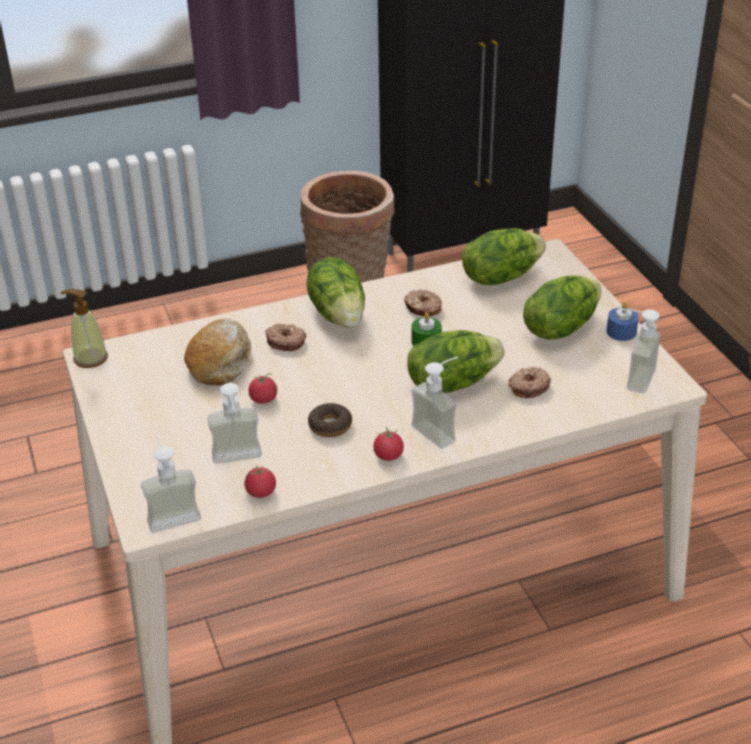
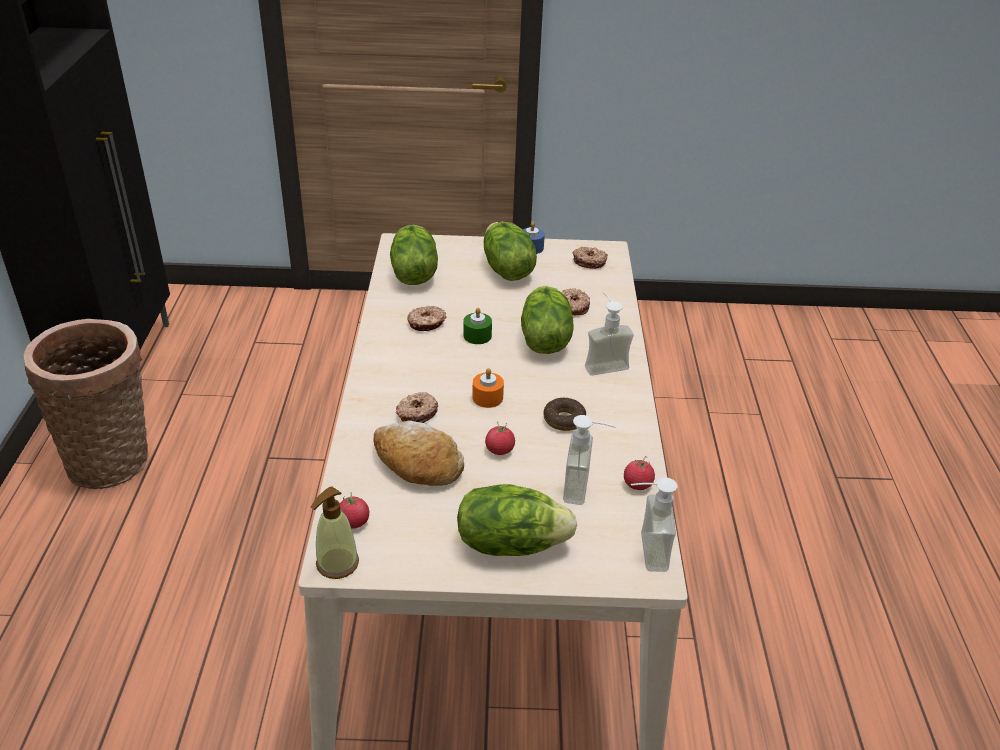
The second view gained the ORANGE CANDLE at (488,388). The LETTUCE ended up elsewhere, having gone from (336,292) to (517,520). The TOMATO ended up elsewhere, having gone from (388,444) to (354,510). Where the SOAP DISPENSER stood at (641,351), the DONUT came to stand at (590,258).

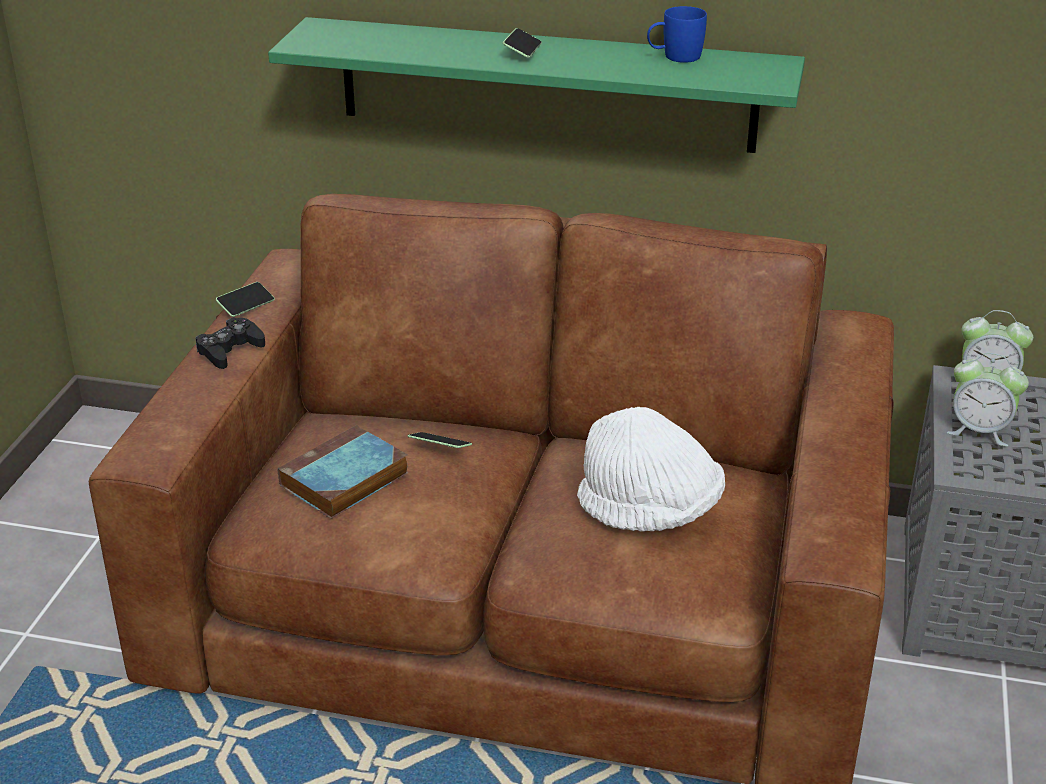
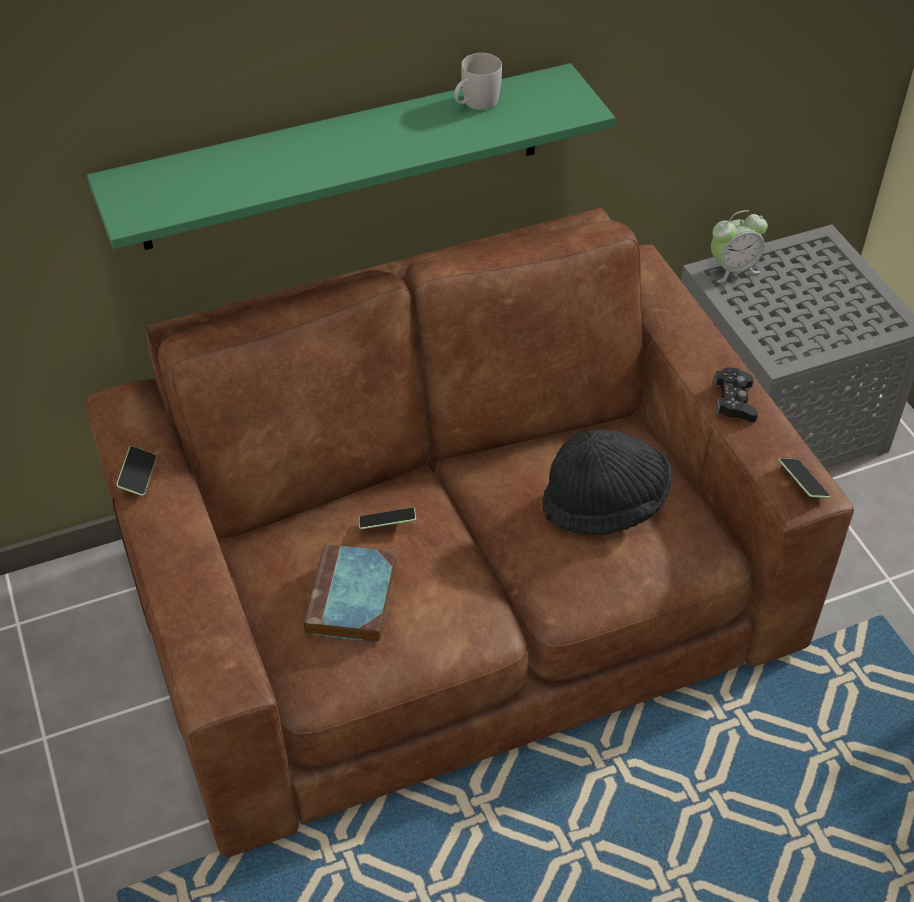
The second view lost the ALARM CLOCK at (988,400). The BLACK GAME CONTROLLER ended up elsewhere, having gone from (230,343) to (735,394). The PHONE ended up elsewhere, having gone from (522,43) to (804,478). What was the WHITE HAT at (651,469) turned into the BLACK HAT at (607,482). What was the BLUE MUG at (677,34) turned into the WHITE MUG at (478,81).

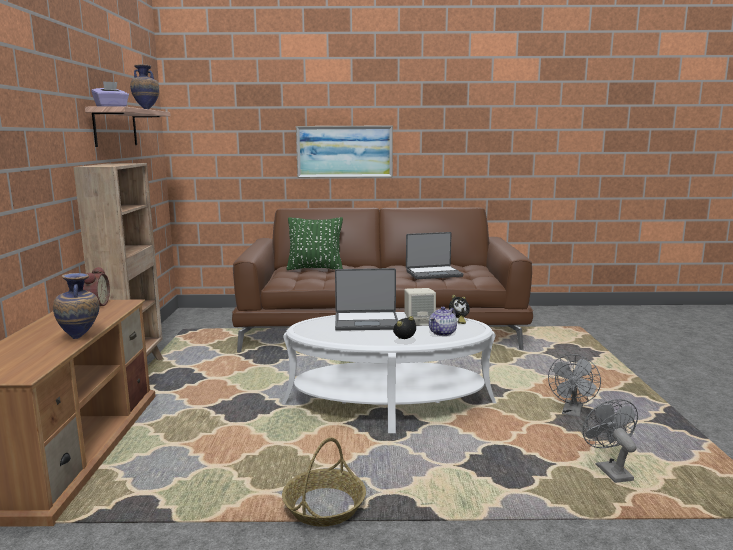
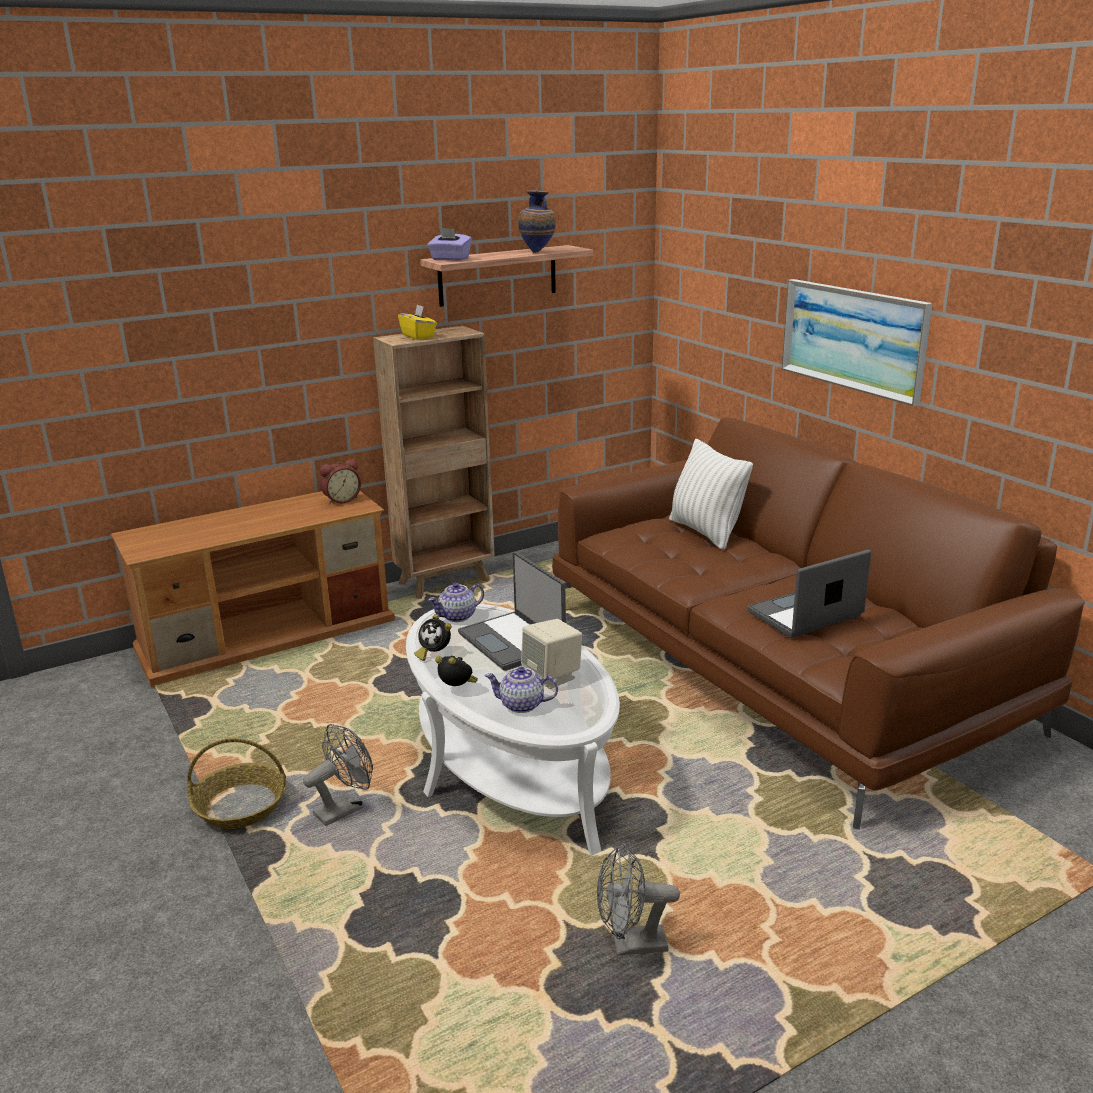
The second view lost the VASE at (76,306). The second view gained the YELLOW TISSUE BOX at (417,322). The second view gained the TEAPOT at (456,602). The ALARM CLOCK ended up elsewhere, having gone from (459,309) to (433,637). The GREY FAN ended up elsewhere, having gone from (610,441) to (338,775). What was the GREEN PILLOW at (315,243) turned into the WHITE PILLOW at (711,494). The LAPTOP at (434,255) ended up facing another way, 105 degrees clockwise from before.

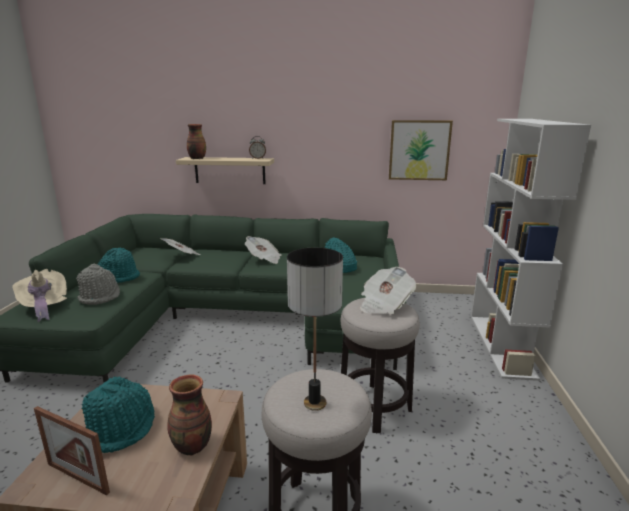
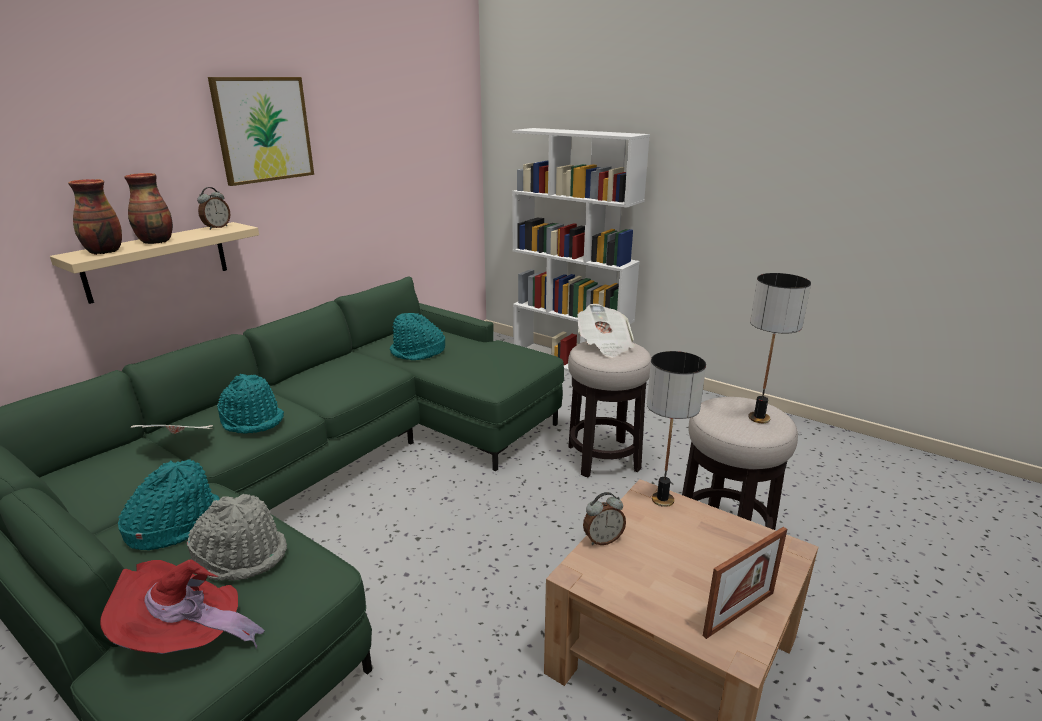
The second view lost the NEWSPAPER at (263,250). The second view gained the ALARM CLOCK at (604,518). The second view gained the TABLE LAMP at (676,429). The TURQUOISE HAT ended up elsewhere, having gone from (118,415) to (250,404). The VASE ended up elsewhere, having gone from (189,415) to (148,208). The PICTURE ended up elsewhere, having gone from (421,150) to (261,131). What was the BEIGE HAT at (39,295) turned into the RED HAT at (182,606).

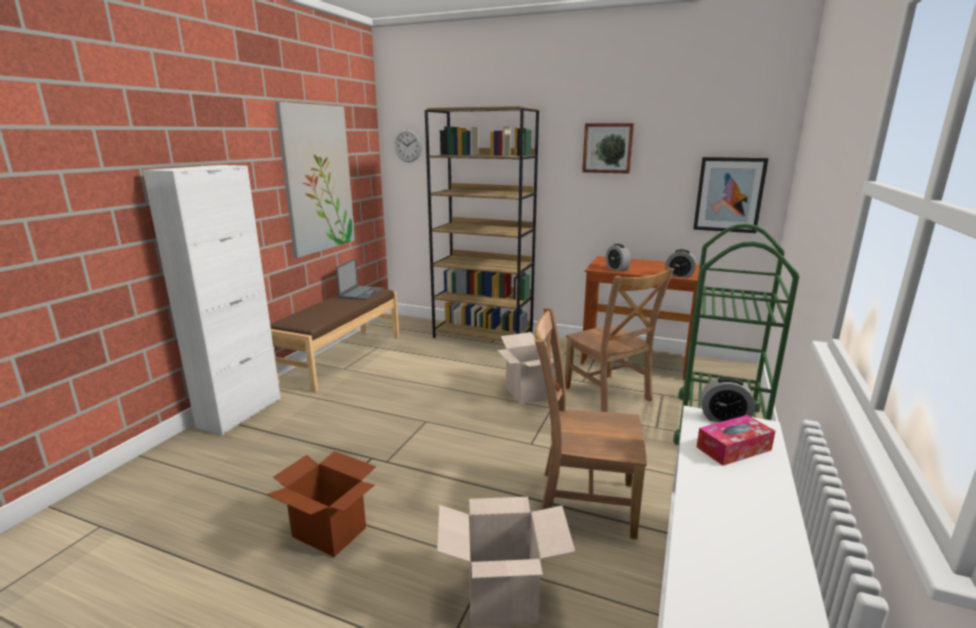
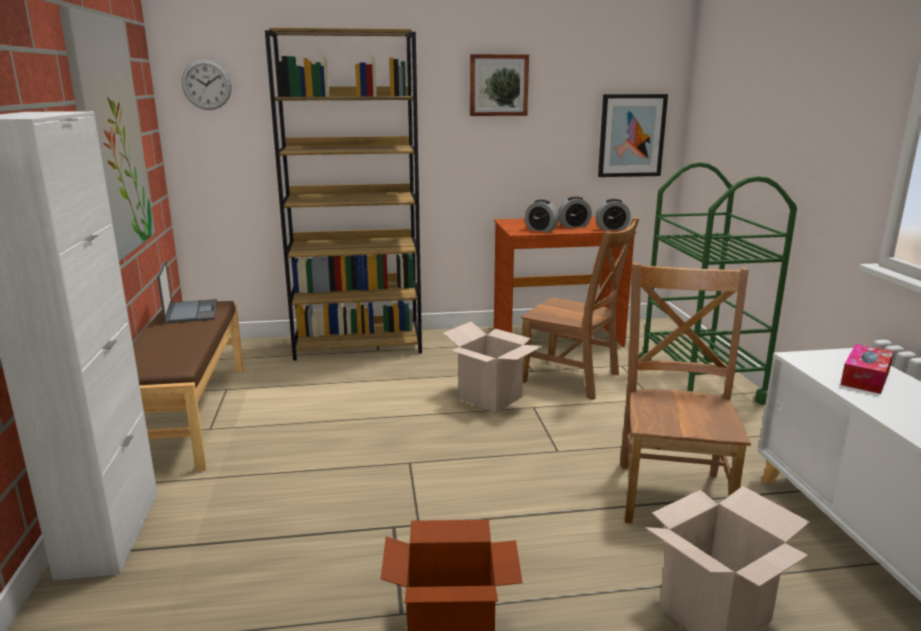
The ALARM CLOCK ended up elsewhere, having gone from (728,399) to (575,212). The BROWN CHAIR at (590,423) ended up facing another way, 120 degrees clockwise from before.

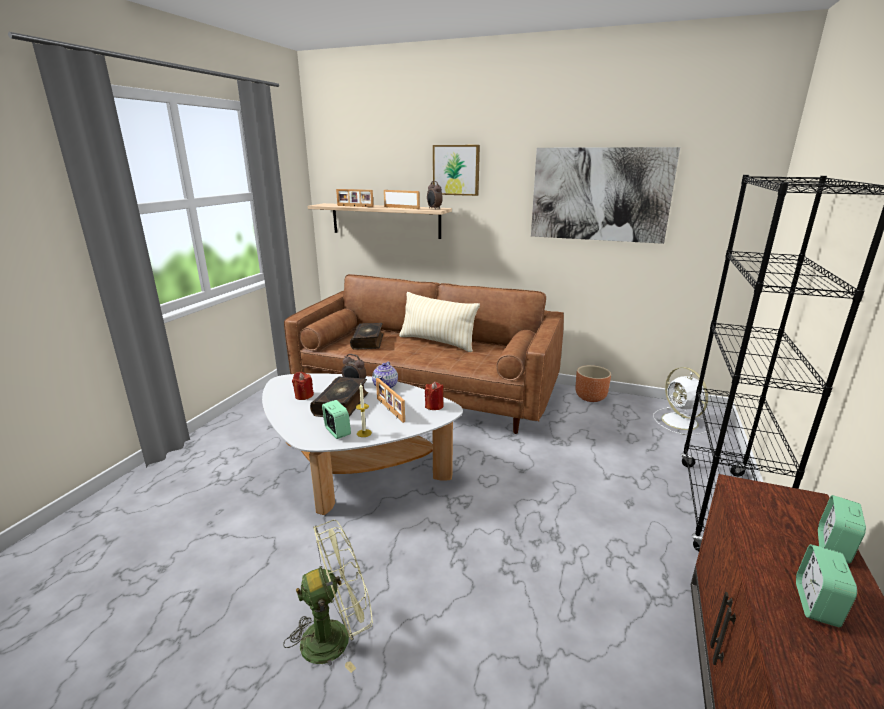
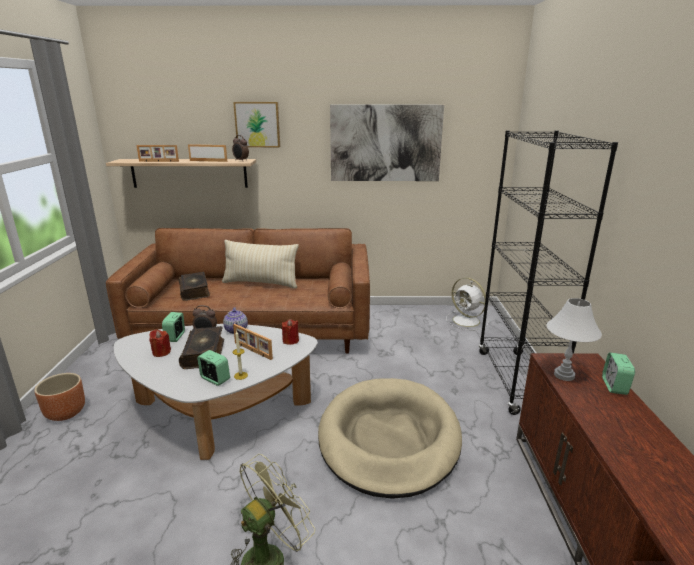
The second view gained the BEIGE DOG BED at (390,438). The second view gained the WHITE TABLE LAMP at (574,339). The BROWN PLANTER ended up elsewhere, having gone from (593,383) to (59,397). The ALARM CLOCK ended up elsewhere, having gone from (826,585) to (173,327).

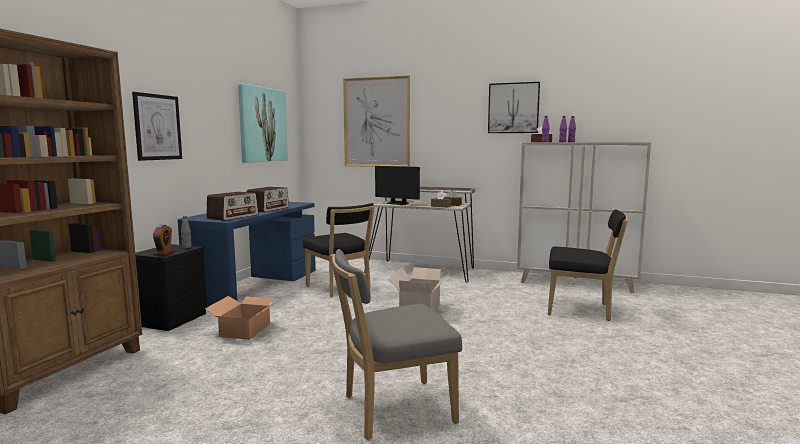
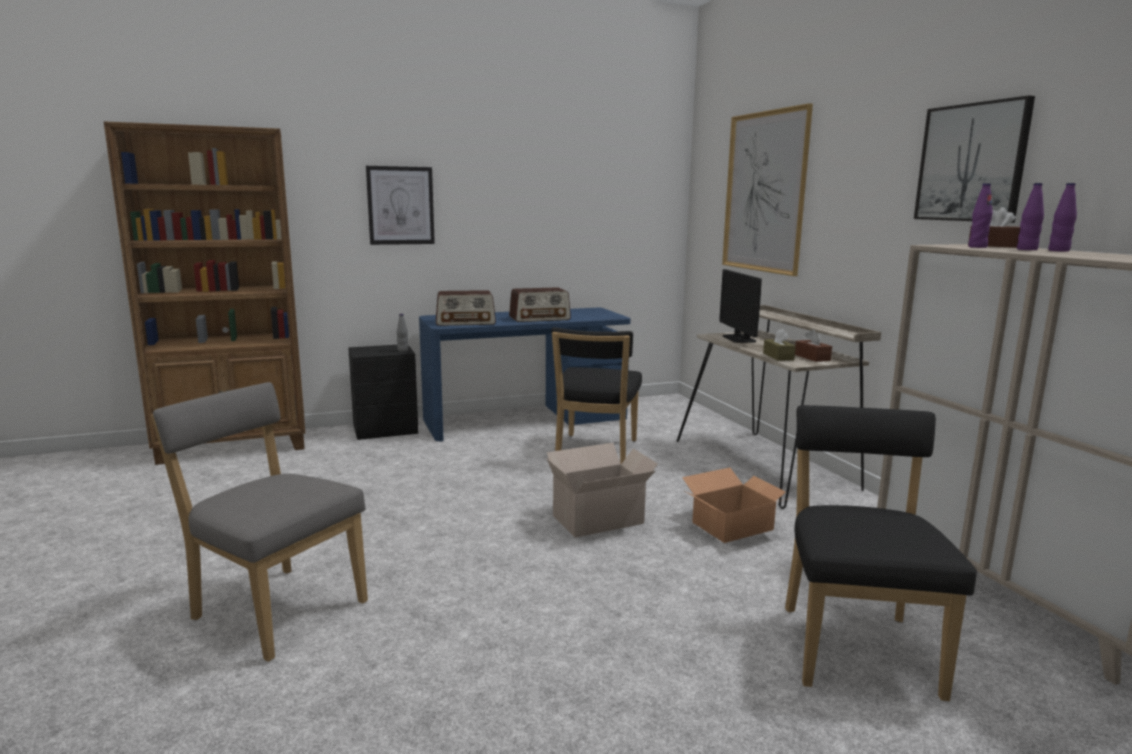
The second view lost the ALARM CLOCK at (164,240). The second view lost the PICTURE at (263,123). The CARDBOARD BOX ended up elsewhere, having gone from (243,318) to (736,505). The BLACK CHAIR at (588,265) ended up facing another way, 150 degrees counterclockwise from before.

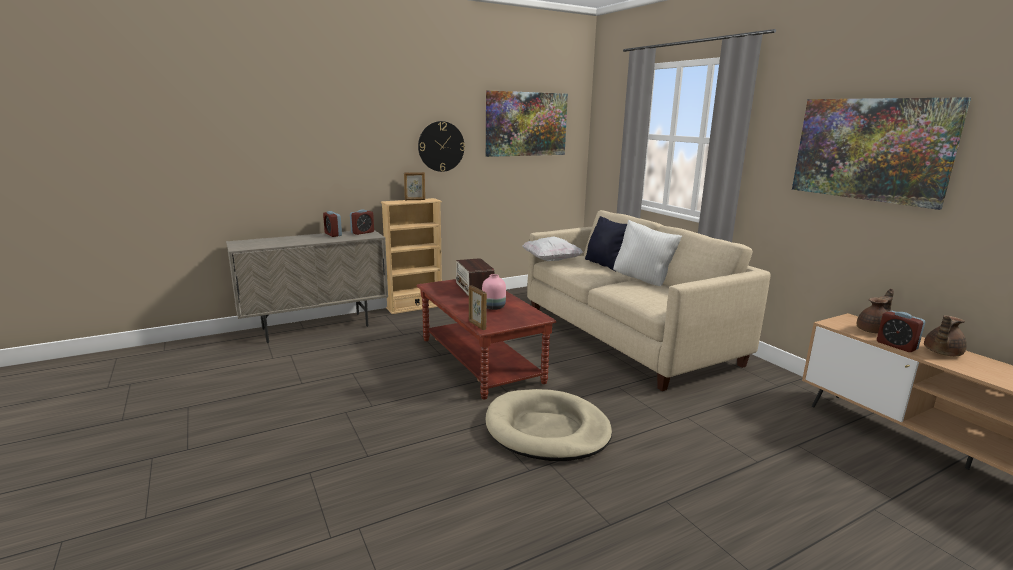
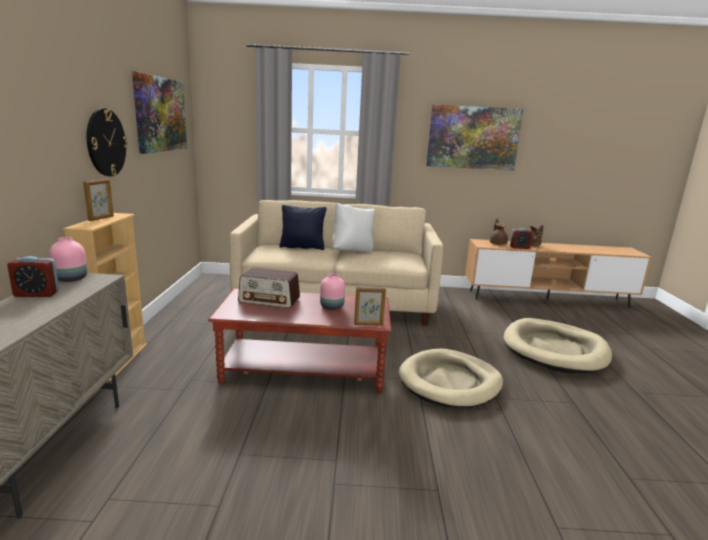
The second view lost the WHITE PILLOW at (552,248). The second view gained the BEIGE DOG BED at (557,345). Where the ALARM CLOCK stood at (362,222), the PINK VASE came to stand at (68,259).

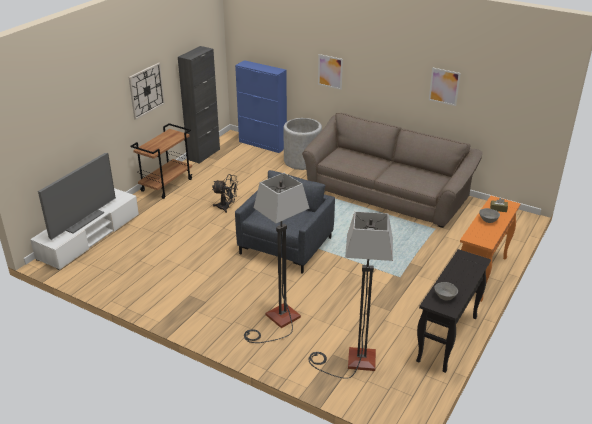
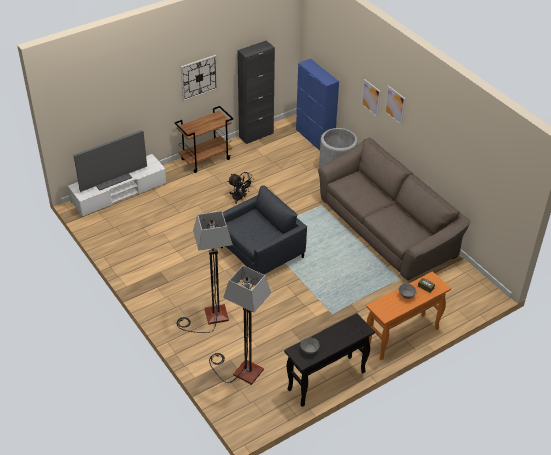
The PICTURE ended up elsewhere, having gone from (445,86) to (395,105).

